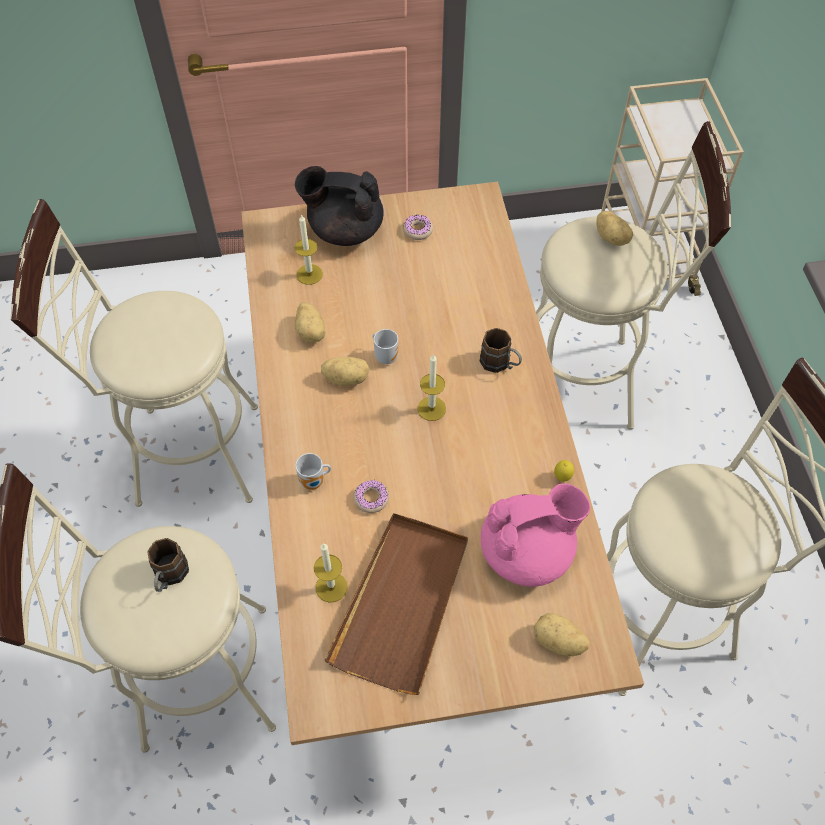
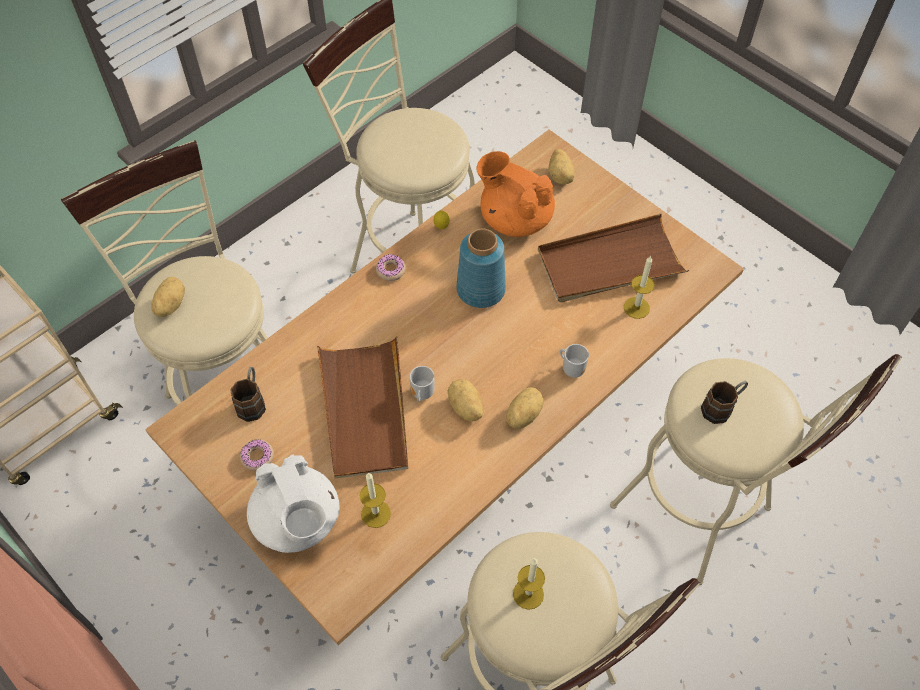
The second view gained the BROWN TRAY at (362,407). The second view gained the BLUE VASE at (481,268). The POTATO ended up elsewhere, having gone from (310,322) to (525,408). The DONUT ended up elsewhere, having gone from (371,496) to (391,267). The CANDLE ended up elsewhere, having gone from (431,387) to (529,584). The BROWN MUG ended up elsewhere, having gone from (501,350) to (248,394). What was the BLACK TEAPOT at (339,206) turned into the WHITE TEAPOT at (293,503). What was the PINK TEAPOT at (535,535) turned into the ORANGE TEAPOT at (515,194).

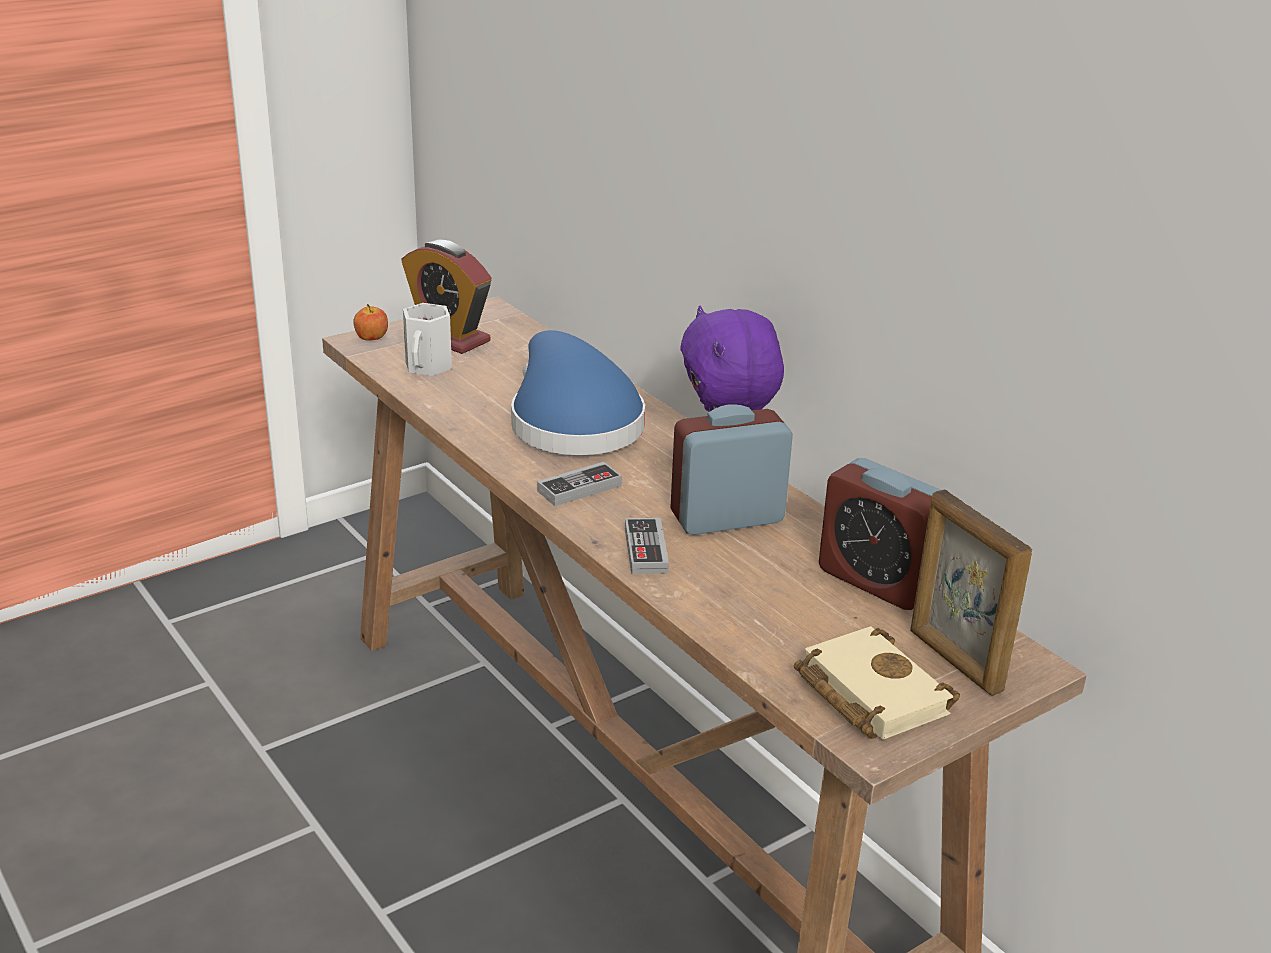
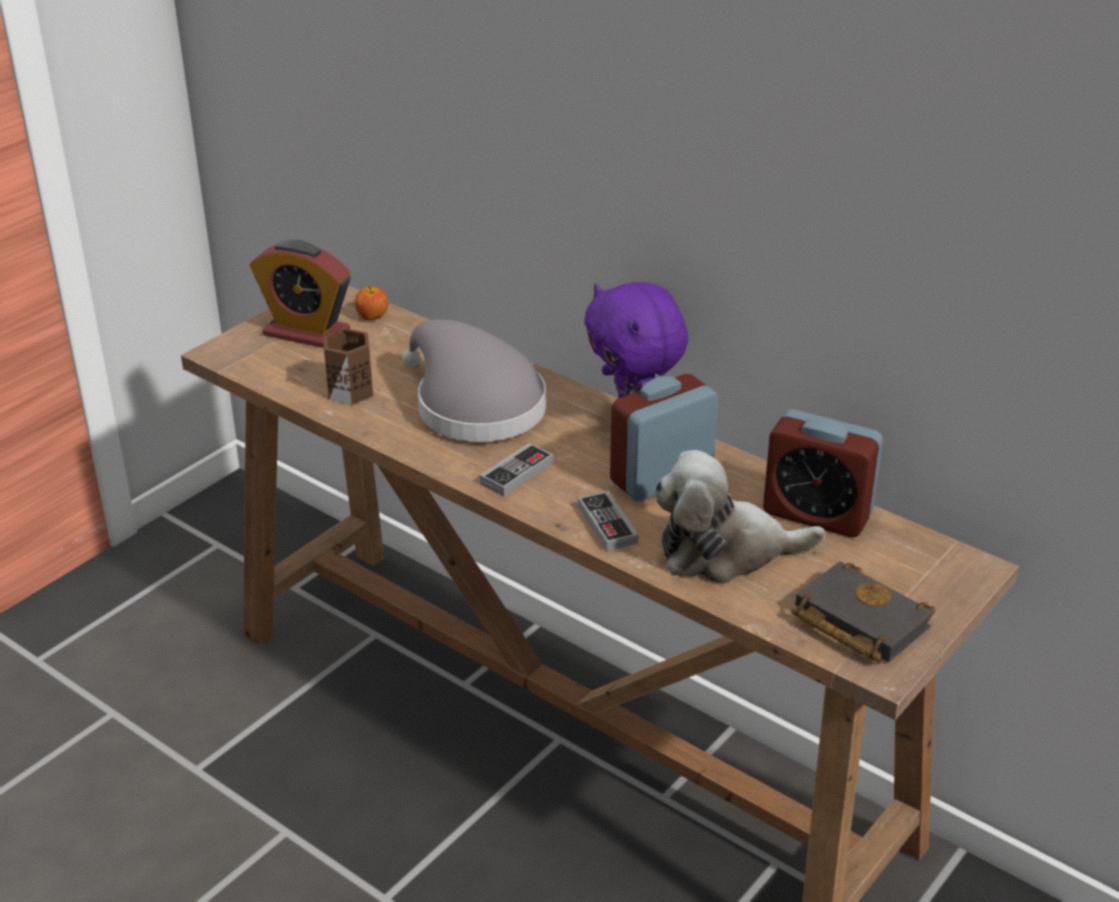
The second view lost the WHITE MUG at (427,339). The second view lost the PICTURE FRAME at (971,592). The second view gained the BROWN MUG at (348,366). The second view gained the PLUSH TOY at (739,517). The APPLE ended up elsewhere, having gone from (370,322) to (371,303). What was the BLUE HAT at (578,392) turned into the GREY HAT at (474,380). What was the BEIGE BOOK at (877,683) turned into the BLACK BOOK at (863,612).

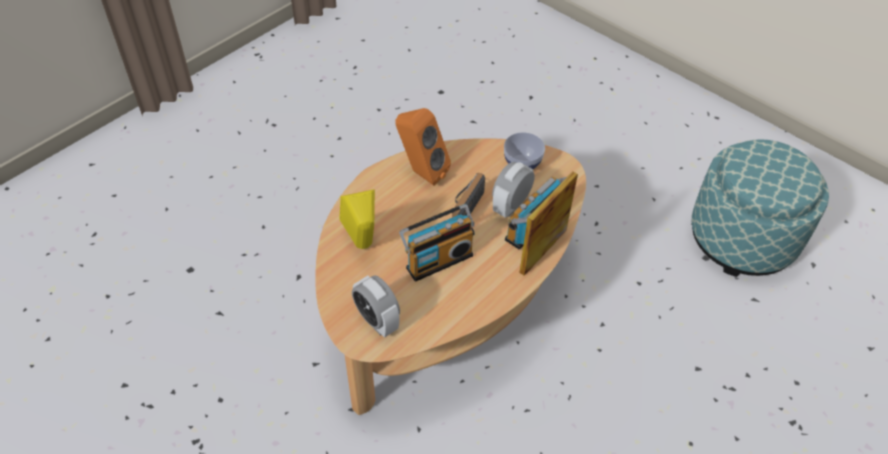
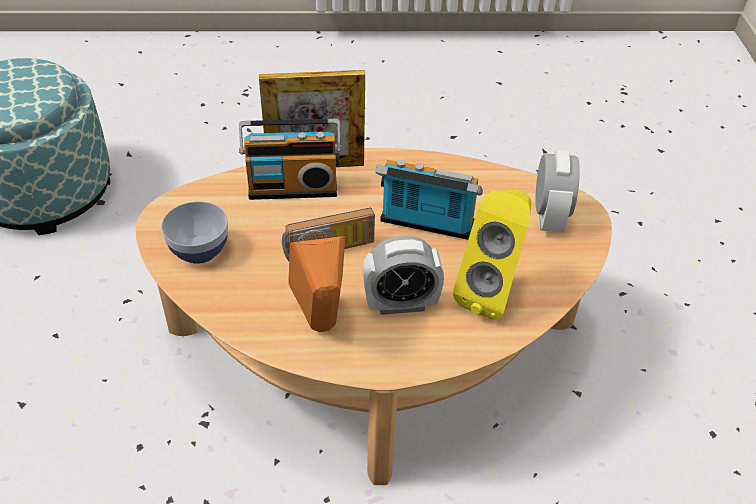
The ALARM CLOCK ended up elsewhere, having gone from (513,190) to (403,275).

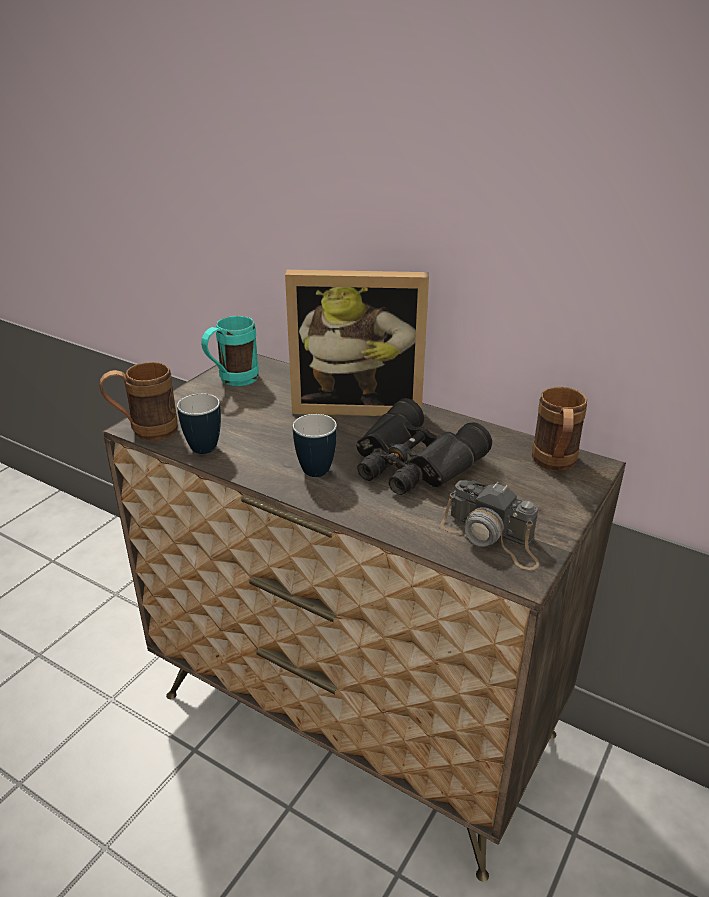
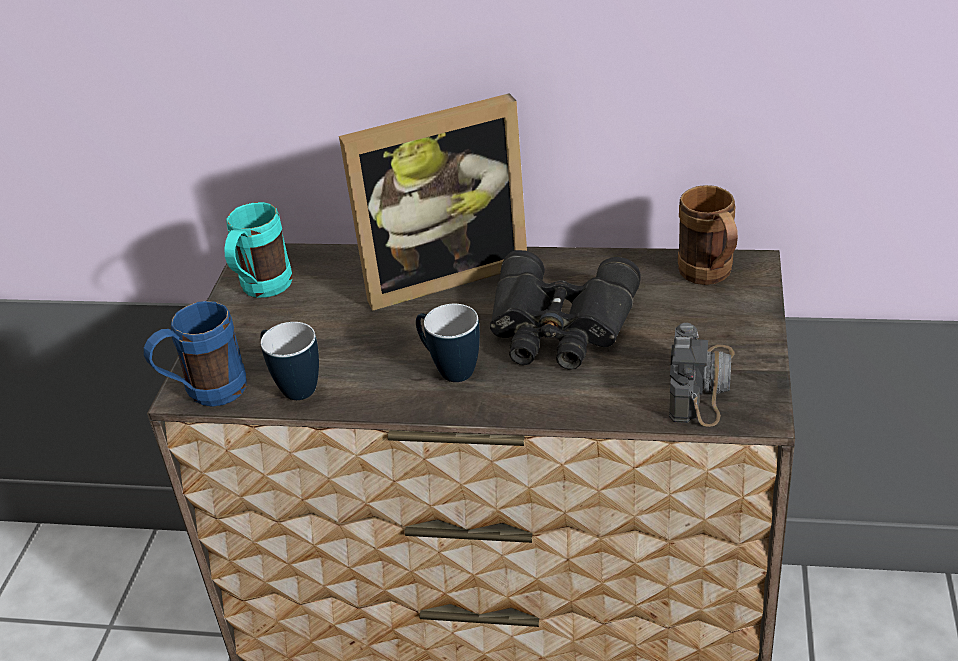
What was the BROWN MUG at (139,401) turned into the BLUE MUG at (195,354). The PHOTO CAMERA at (490,525) ended up facing another way, 90 degrees counterclockwise from before.

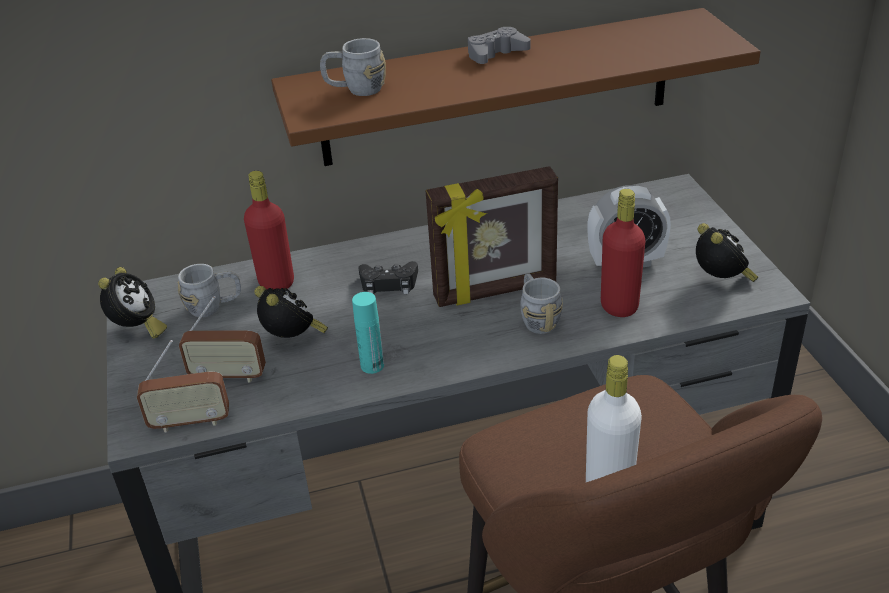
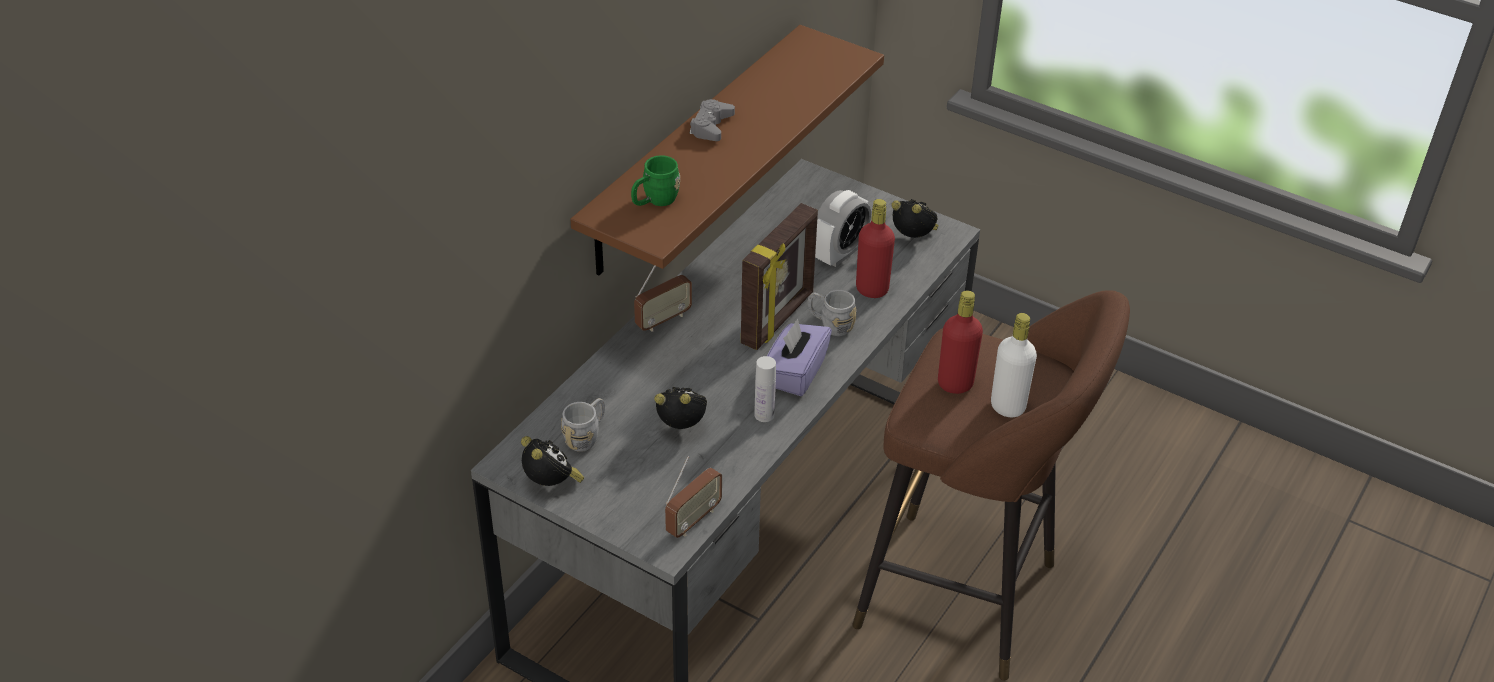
The second view lost the BLACK GAME CONTROLLER at (388,277). The second view gained the PURPLE TISSUE BOX at (799,357). The RADIO ended up elsewhere, having gone from (222,339) to (663,298). The RED BOTTLE ended up elsewhere, having gone from (269,230) to (960,342). What was the GREY MUG at (353,67) turned into the GREEN MUG at (655,180). What was the TURQUOISE BOTTLE at (368,333) turned into the WHITE BOTTLE at (765,389).

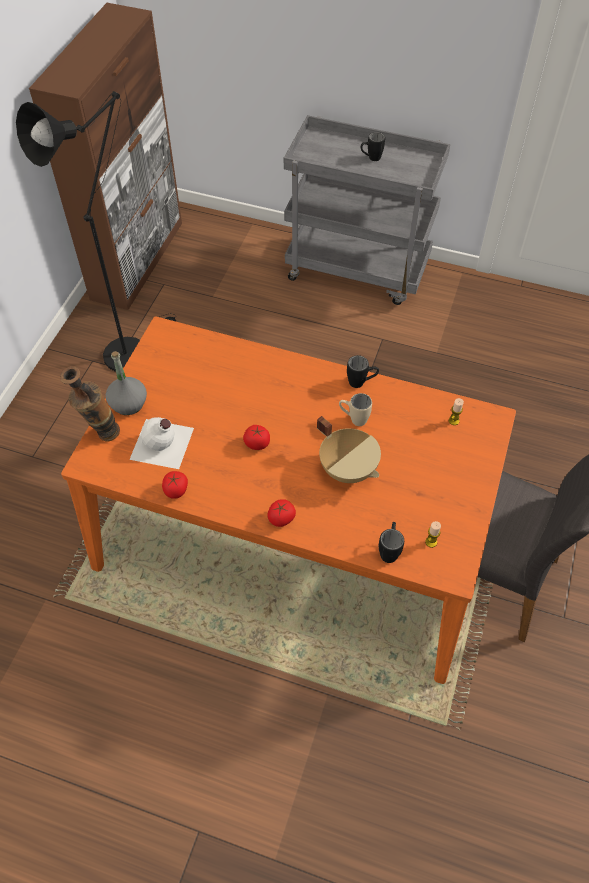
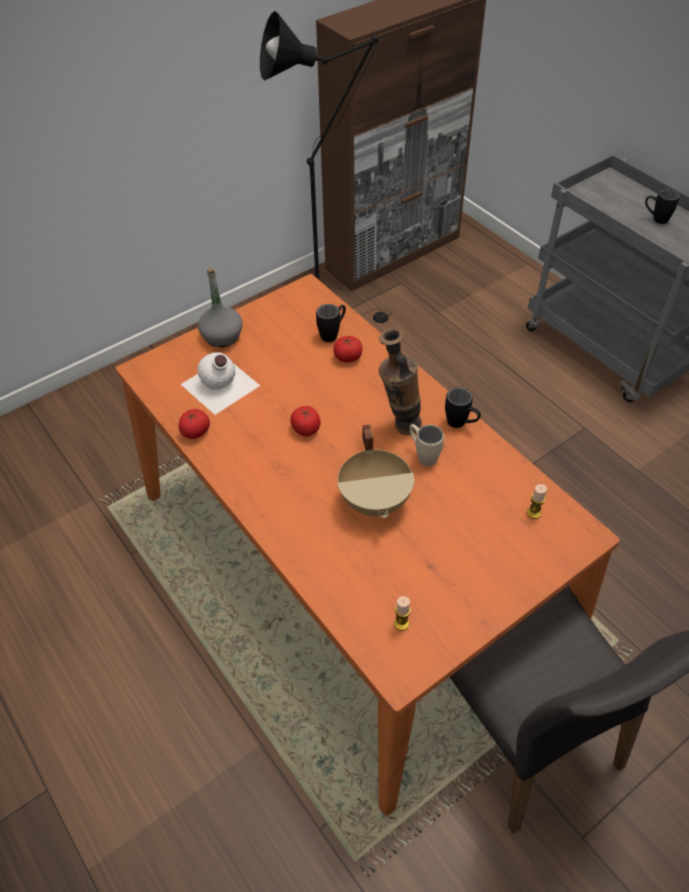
The VASE ended up elsewhere, having gone from (90,404) to (400,381). The TOMATO ended up elsewhere, having gone from (281,513) to (347,349). The BLACK MUG ended up elsewhere, having gone from (391,542) to (331,323).

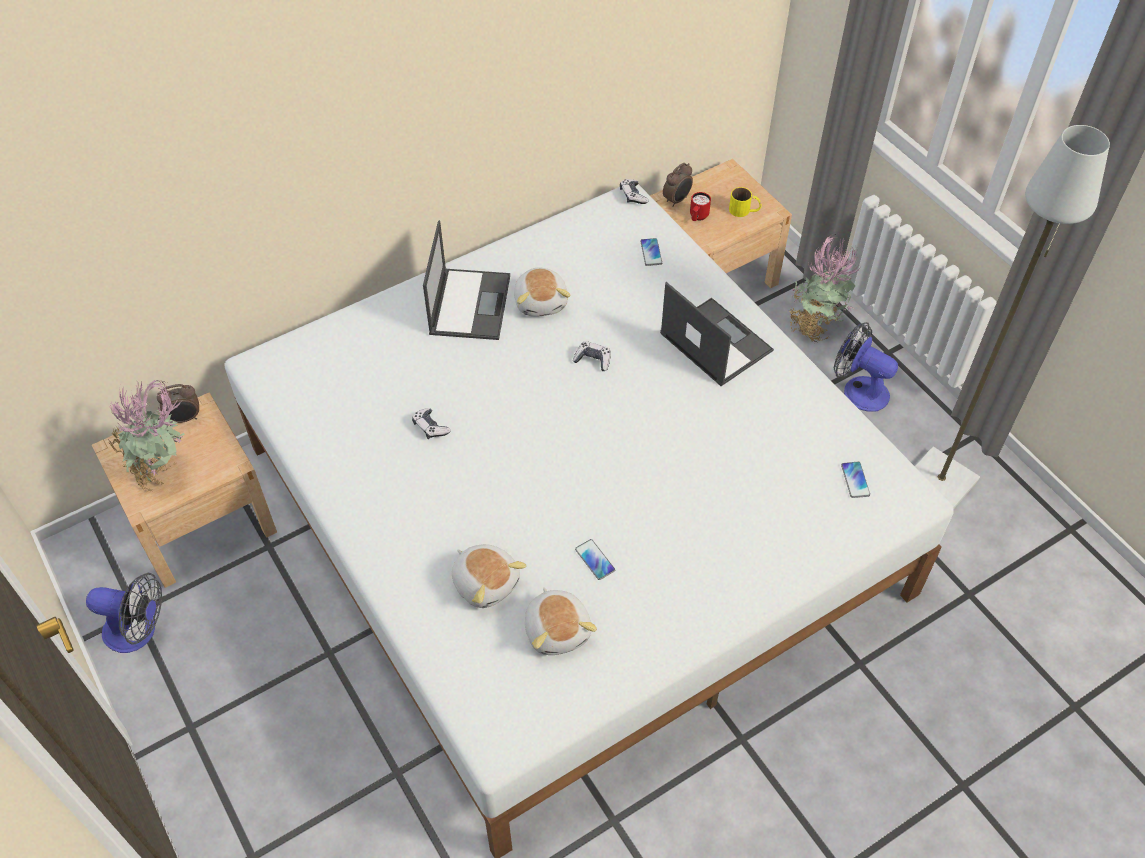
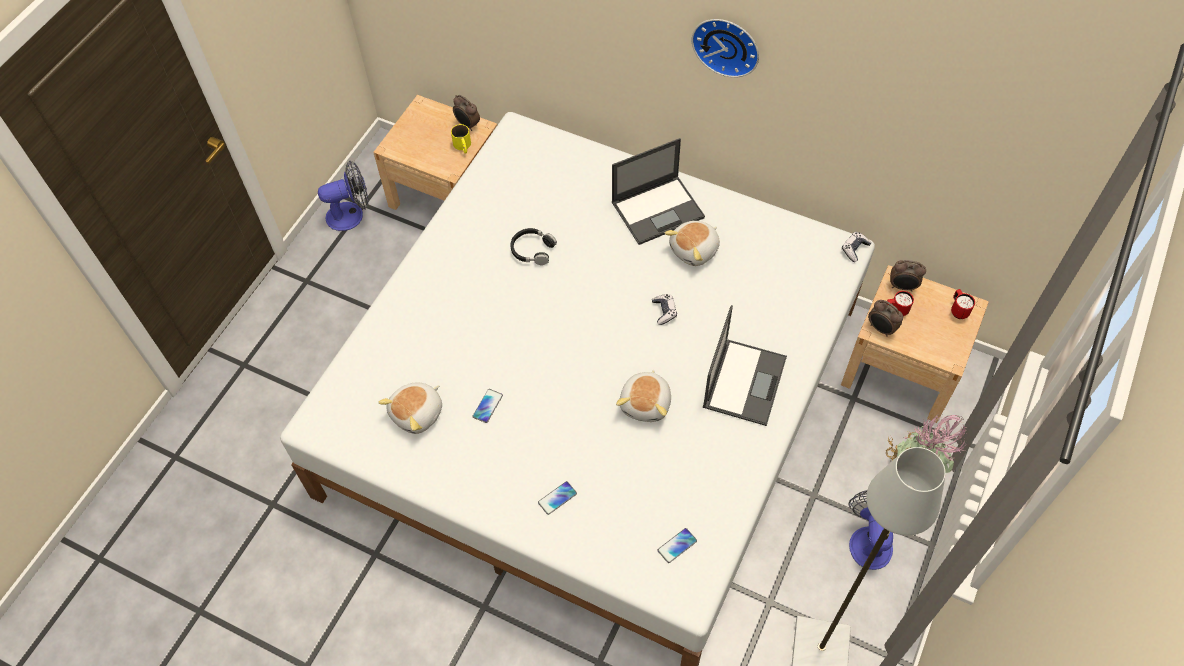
The second view lost the POTTED PLANT at (147,436). The second view gained the WALL CLOCK at (725,48). The second view gained the ALARM CLOCK at (885,318). The second view gained the RED MUG at (963,304). The PLUSH TOY ended up elsewhere, having gone from (489,576) to (643,396). The PHONE ended up elsewhere, having gone from (651,252) to (557,498). The YELLOW MUG ended up elsewhere, having gone from (745,202) to (461,138). Where the GAME CONTROLLER stood at (431,423), the BLACK HEADPHONES came to stand at (533,246). The FAN at (124,613) ended up facing another way, 90 degrees counterclockwise from before.

